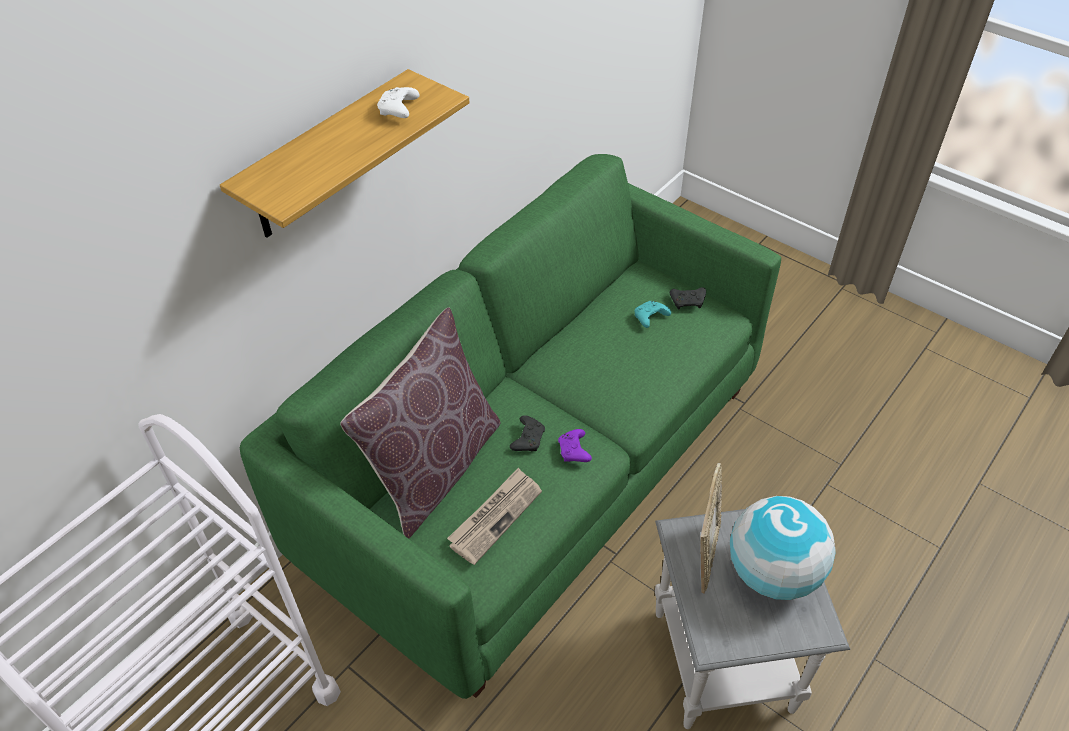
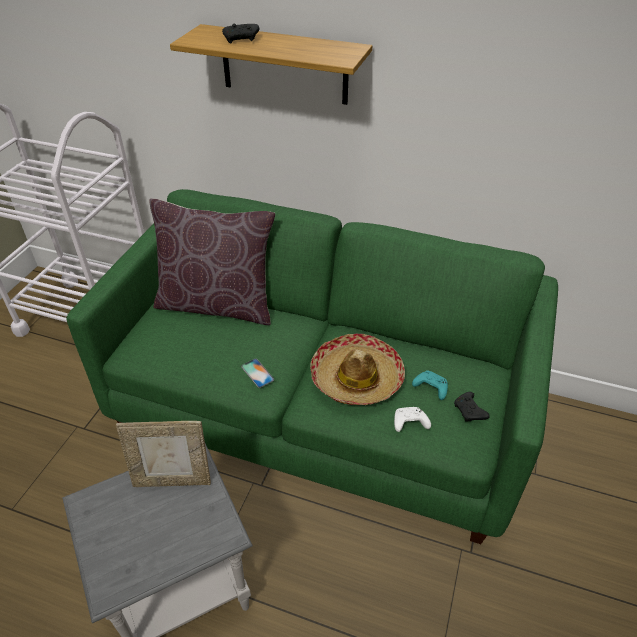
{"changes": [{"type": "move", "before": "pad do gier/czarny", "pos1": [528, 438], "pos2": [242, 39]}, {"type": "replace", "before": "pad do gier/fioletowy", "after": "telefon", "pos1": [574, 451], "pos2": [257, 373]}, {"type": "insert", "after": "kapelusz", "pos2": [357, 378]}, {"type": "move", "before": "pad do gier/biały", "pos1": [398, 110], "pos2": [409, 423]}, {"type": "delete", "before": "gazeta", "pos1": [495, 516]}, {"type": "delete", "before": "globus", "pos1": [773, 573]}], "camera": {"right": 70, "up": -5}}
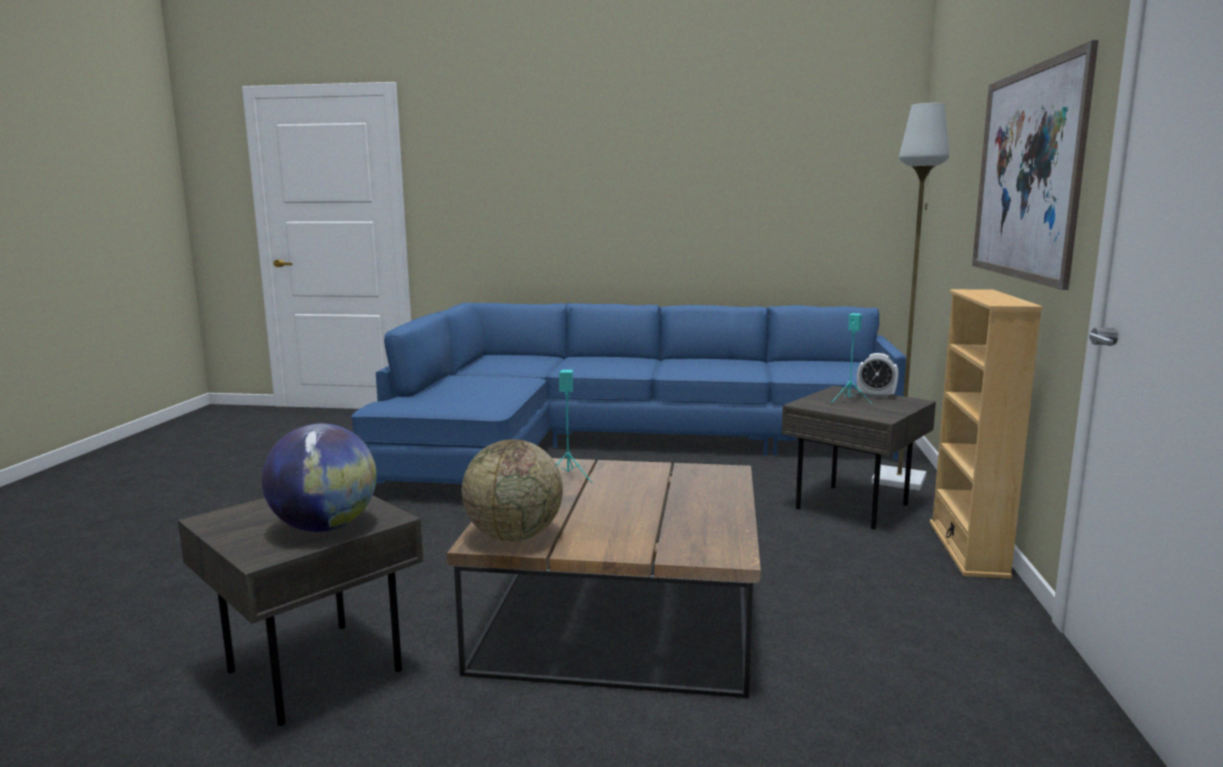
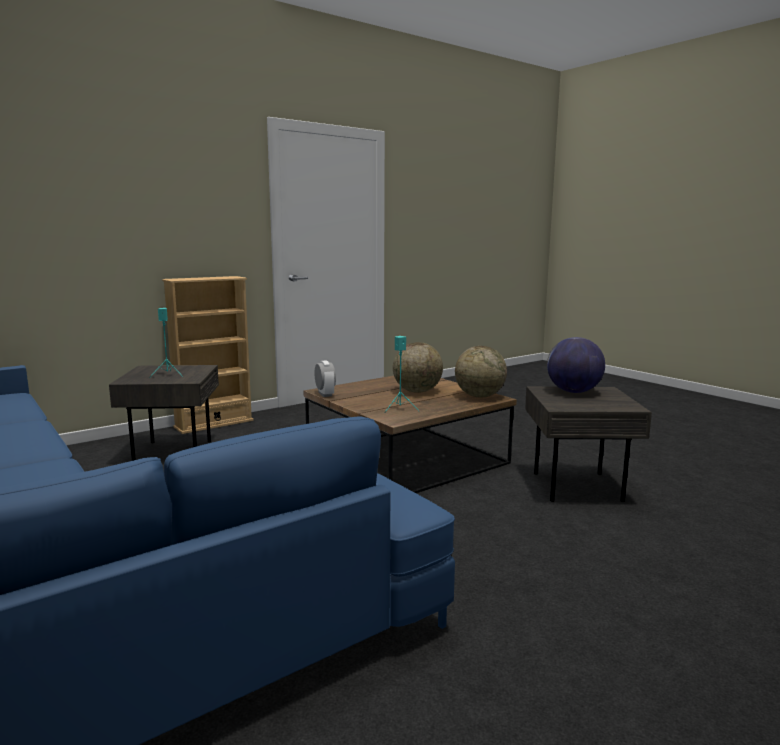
{"changes": [{"type": "move", "before": "budzik", "pos1": [876, 396], "pos2": [325, 394]}, {"type": "insert", "after": "globus", "pos2": [417, 391]}, {"type": "delete", "before": "lampa stojąca/szary", "pos1": [900, 480]}, {"type": "delete", "before": "obraz", "pos1": [1026, 174]}], "camera": {"right": -135, "up": 0}}
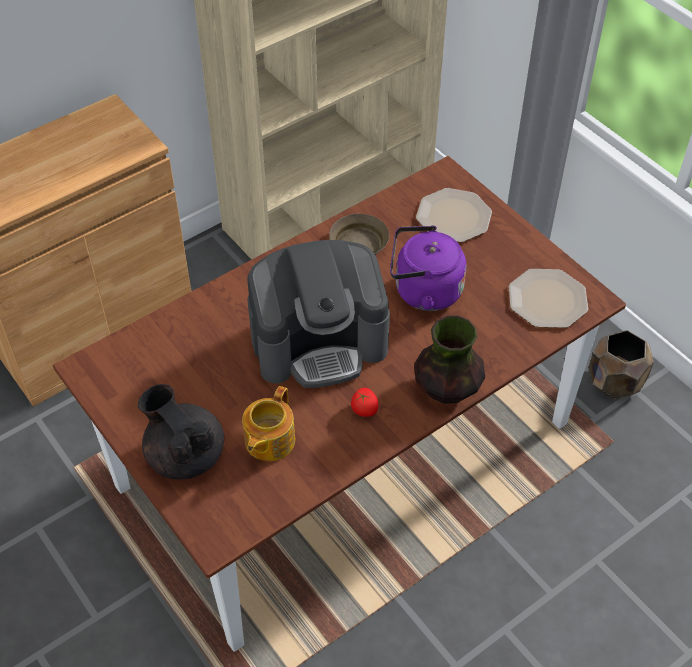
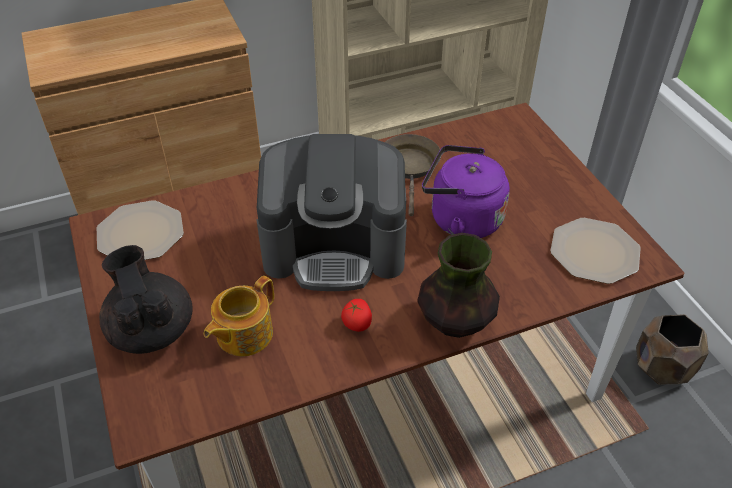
{"changes": [{"type": "move", "before": "talerz", "pos1": [453, 217], "pos2": [139, 233]}], "camera": {"right": 15, "up": -5}}
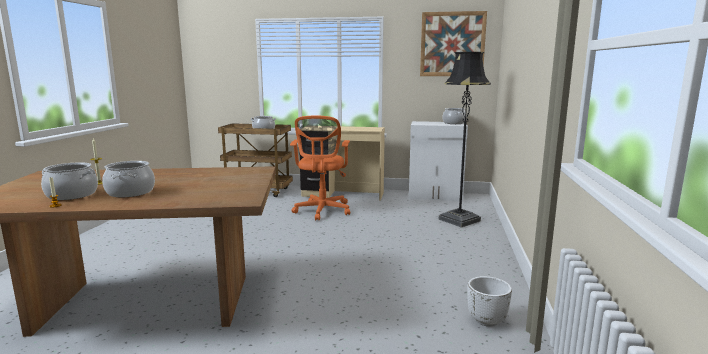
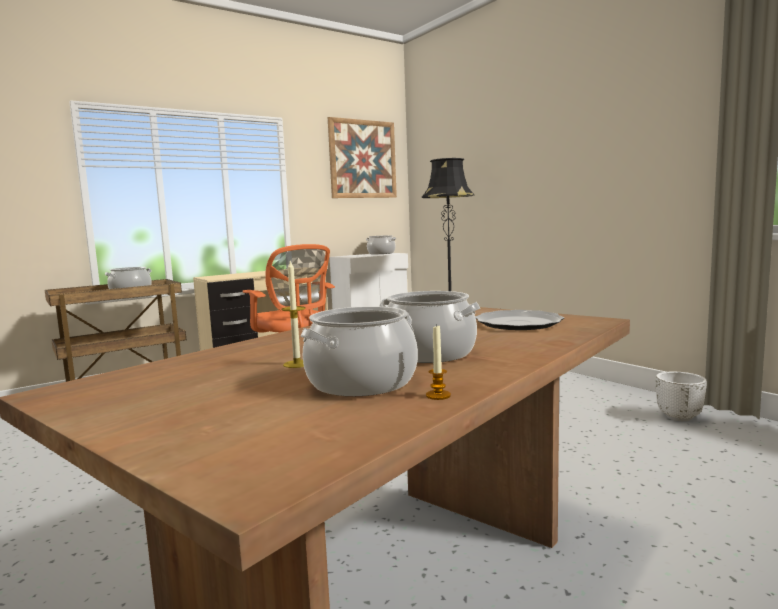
{"changes": [{"type": "insert", "after": "talerz", "pos2": [519, 323]}], "camera": {"right": -45, "up": -5}}
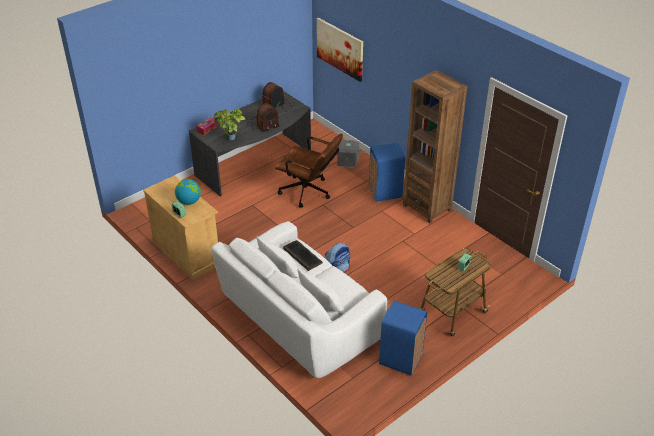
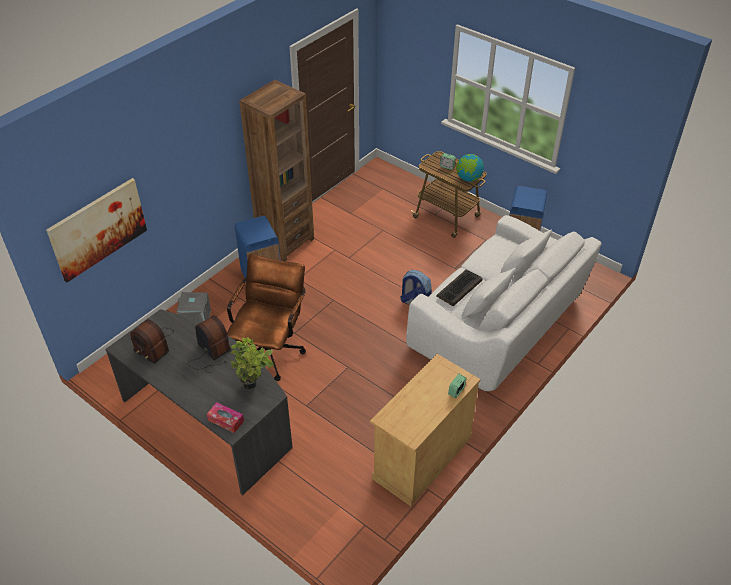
{"changes": [{"type": "move", "before": "globus", "pos1": [189, 201], "pos2": [468, 178]}], "camera": {"right": -100, "up": 5}}
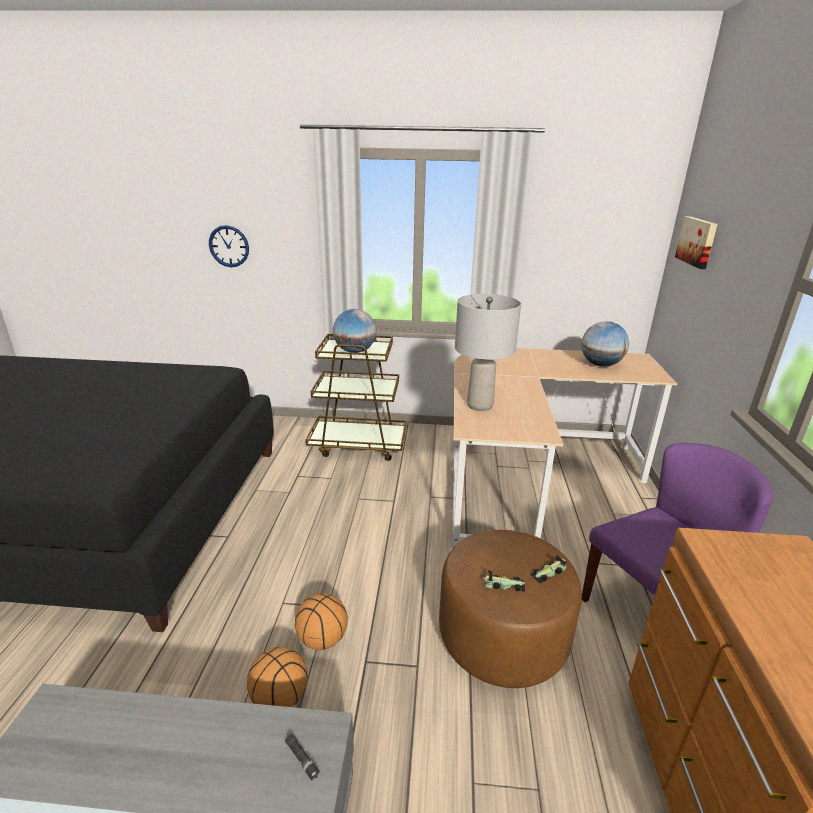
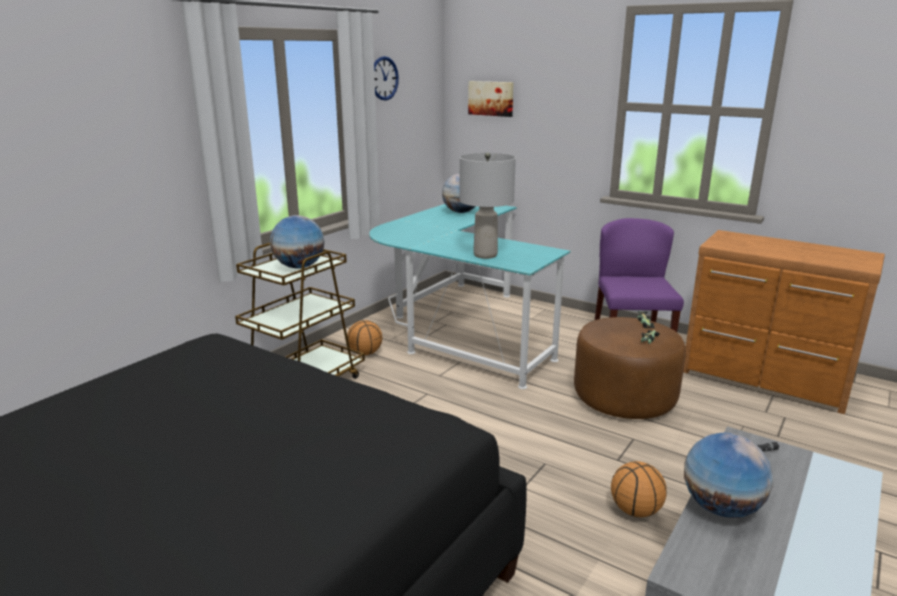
{"changes": [{"type": "move", "before": "piłka do koszykówki", "pos1": [323, 639], "pos2": [365, 353]}, {"type": "recolor", "before": "biurko/beżowy", "after": "biurko/turkusowy", "pos1": [526, 477], "pos2": [458, 329]}, {"type": "move", "before": "zegar ścienny", "pos1": [229, 246], "pos2": [384, 78]}, {"type": "insert", "after": "globus", "pos2": [720, 507]}], "camera": {"right": -60, "up": -5}}
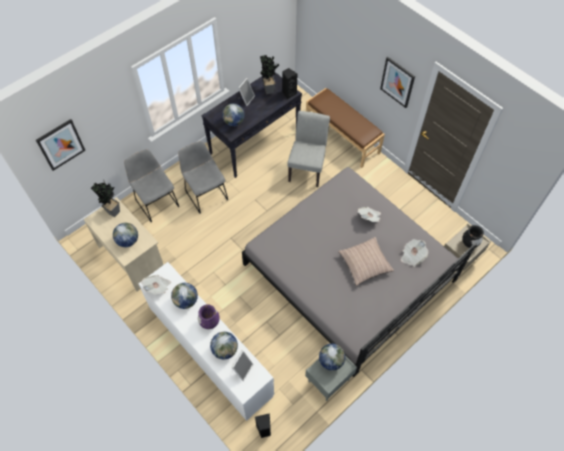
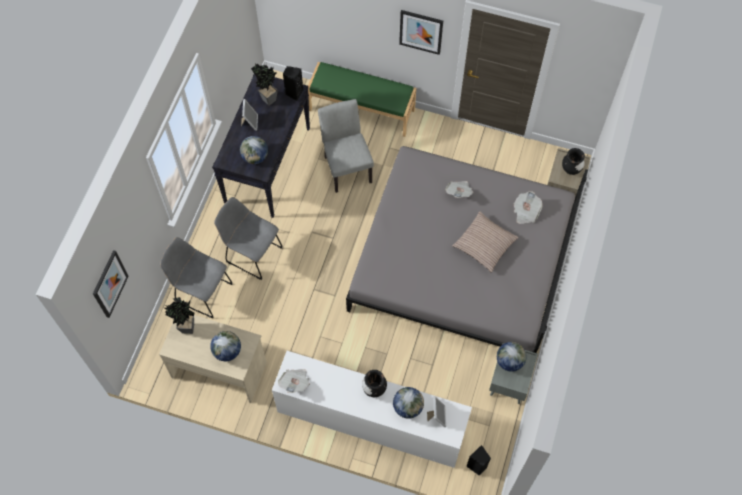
{"changes": [{"type": "recolor", "before": "ławka/brązowy", "after": "ławka/zielony", "pos1": [342, 136], "pos2": [361, 109]}, {"type": "recolor", "before": "wazon/fioletowy", "after": "wazon/czarny", "pos1": [209, 322], "pos2": [374, 388]}, {"type": "delete", "before": "globus", "pos1": [186, 301]}], "camera": {"right": -30, "up": 5}}
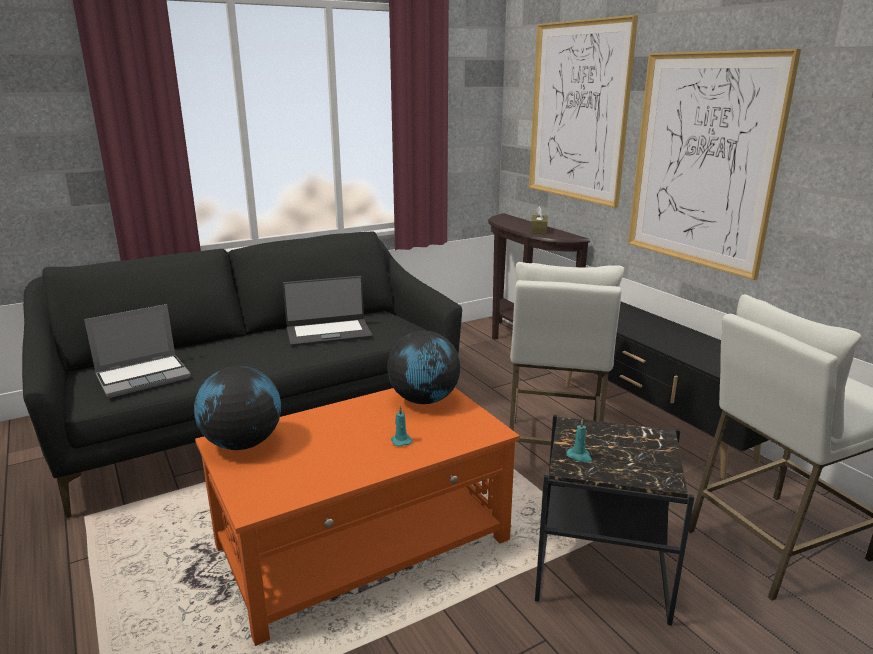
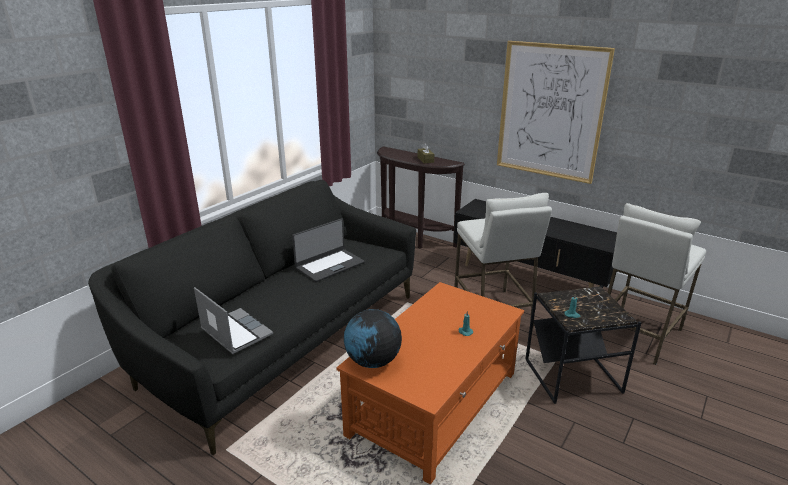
{"changes": [{"type": "rotate", "before": "laptop", "pos1": [144, 376], "pos2": [235, 332], "turn": -75}, {"type": "delete", "before": "globus", "pos1": [424, 400]}, {"type": "delete", "before": "obraz", "pos1": [578, 112]}], "camera": {"right": -25, "up": 5}}
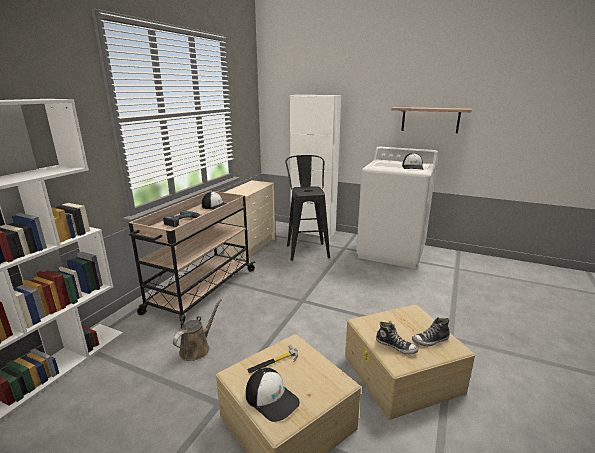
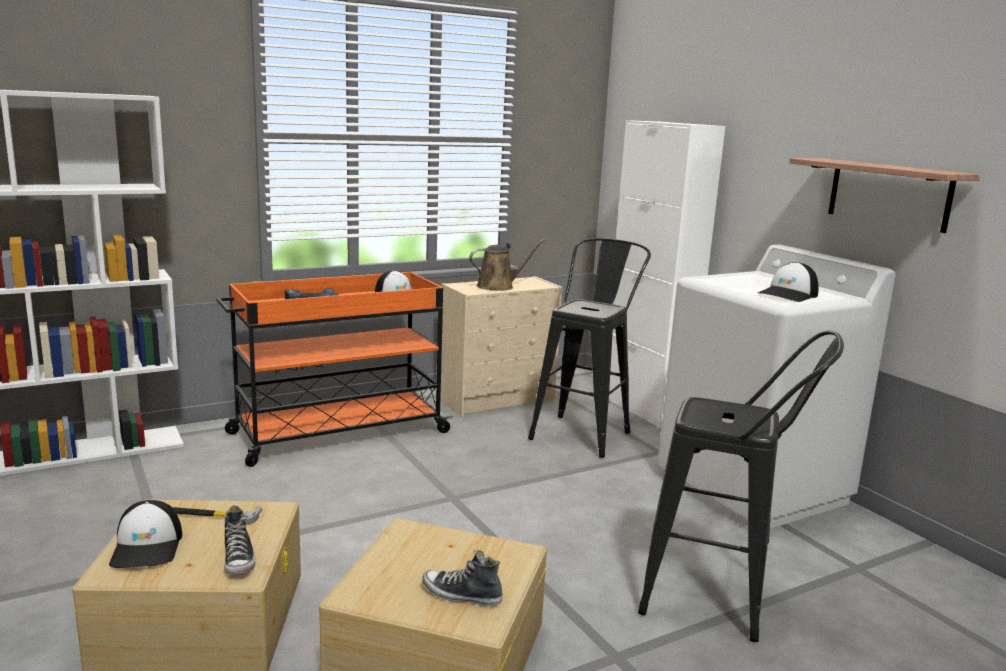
{"changes": [{"type": "recolor", "before": "wózek/beżowy", "after": "wózek/pomarańczowy", "pos1": [201, 291], "pos2": [336, 433]}, {"type": "move", "before": "but", "pos1": [396, 346], "pos2": [239, 559]}, {"type": "move", "before": "konewka/brązowy", "pos1": [197, 348], "pos2": [499, 286]}, {"type": "insert", "after": "stołek/czarny", "pos2": [720, 600]}], "camera": {"right": 35, "up": -5}}
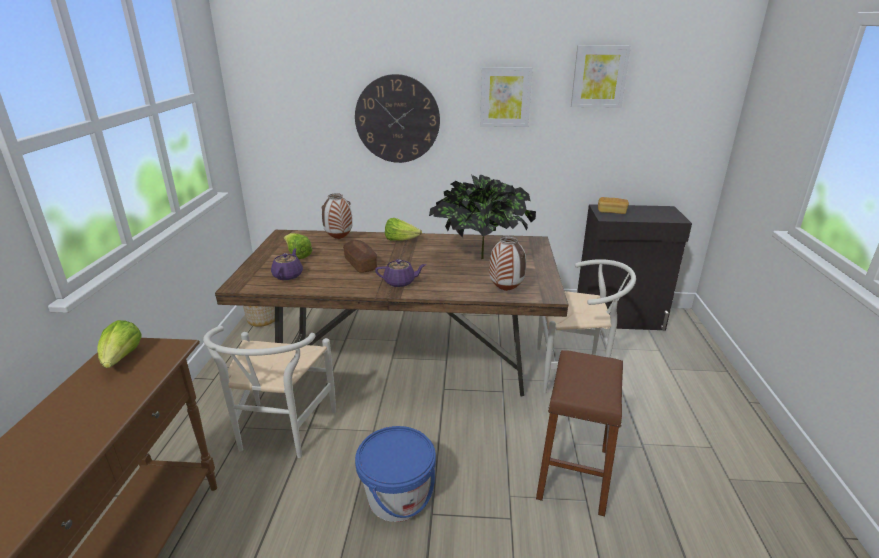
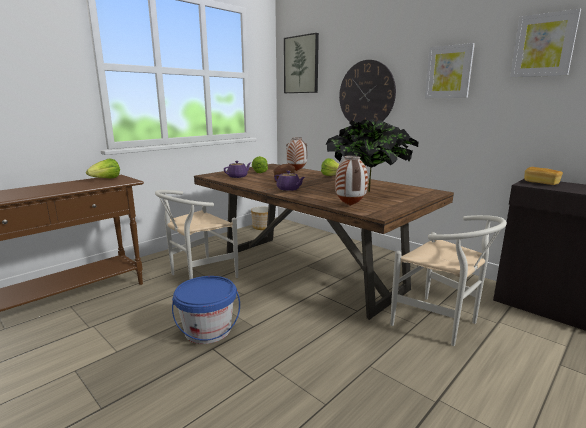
{"changes": [{"type": "insert", "after": "obraz", "pos2": [301, 65]}, {"type": "delete", "before": "stołek/brązowy", "pos1": [573, 473]}], "camera": {"right": 40, "up": -10}}
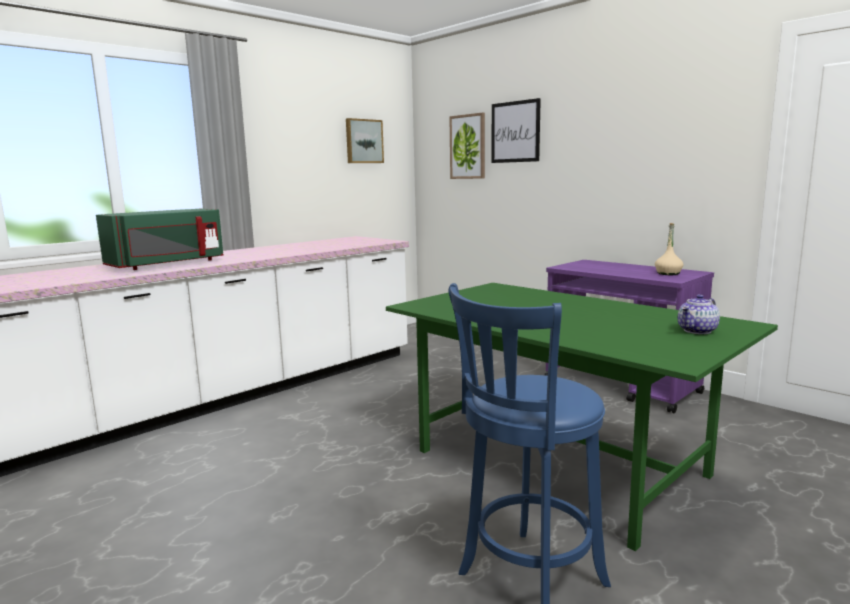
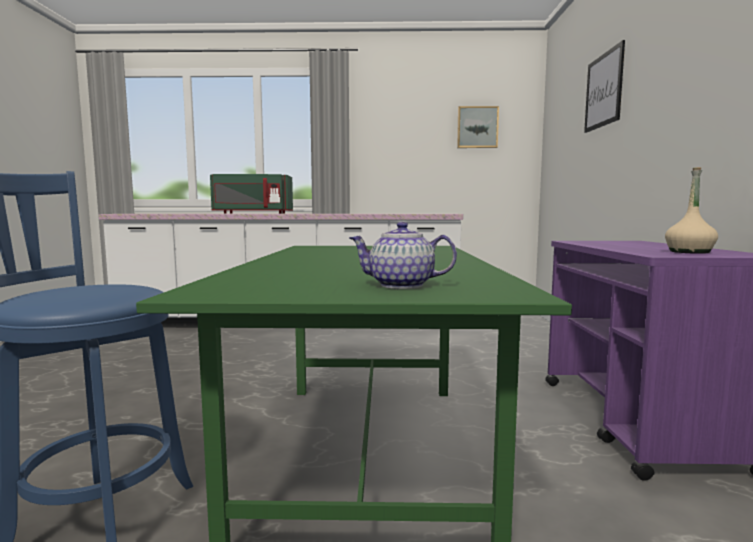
{"changes": [{"type": "delete", "before": "obraz", "pos1": [468, 147]}], "camera": {"right": 45, "up": -5}}
